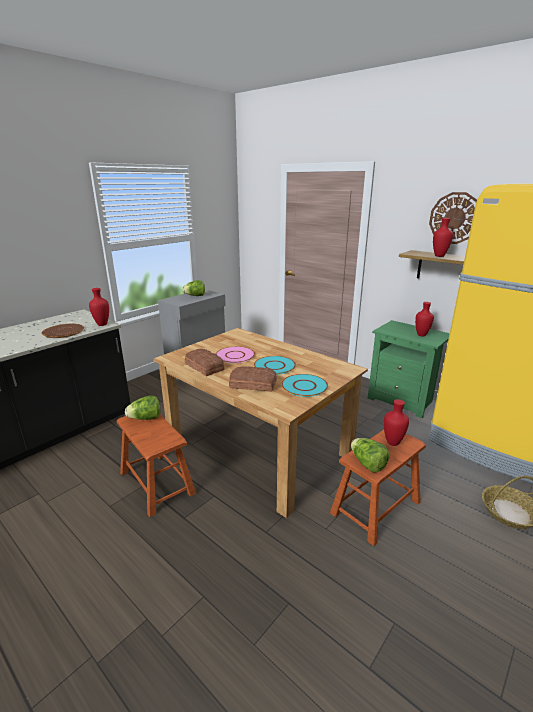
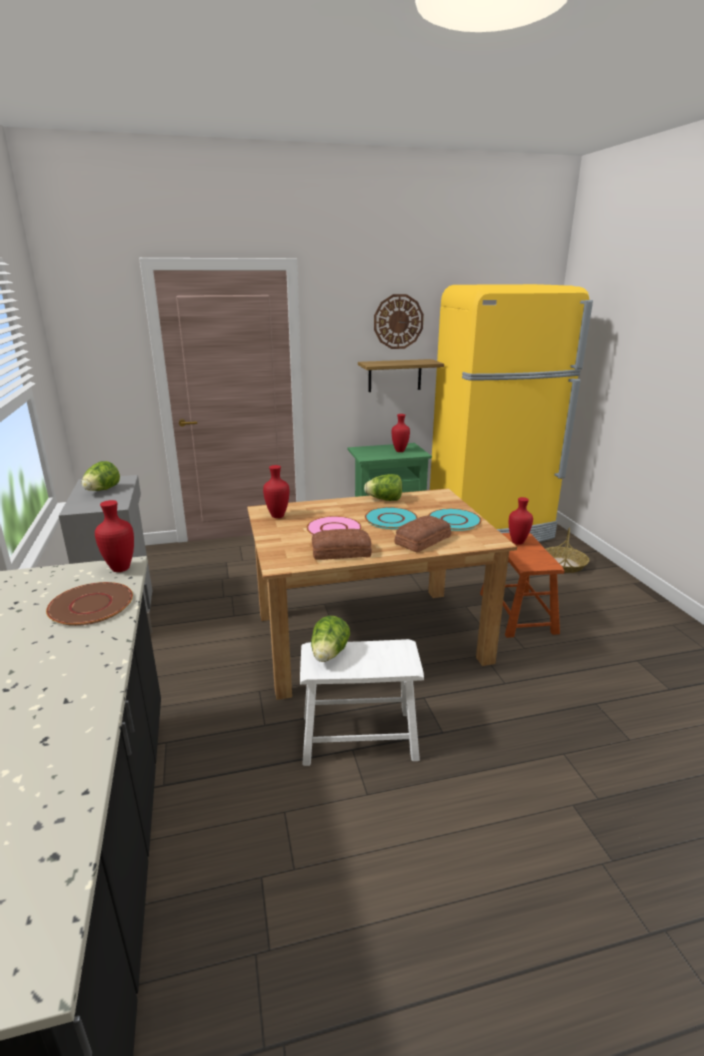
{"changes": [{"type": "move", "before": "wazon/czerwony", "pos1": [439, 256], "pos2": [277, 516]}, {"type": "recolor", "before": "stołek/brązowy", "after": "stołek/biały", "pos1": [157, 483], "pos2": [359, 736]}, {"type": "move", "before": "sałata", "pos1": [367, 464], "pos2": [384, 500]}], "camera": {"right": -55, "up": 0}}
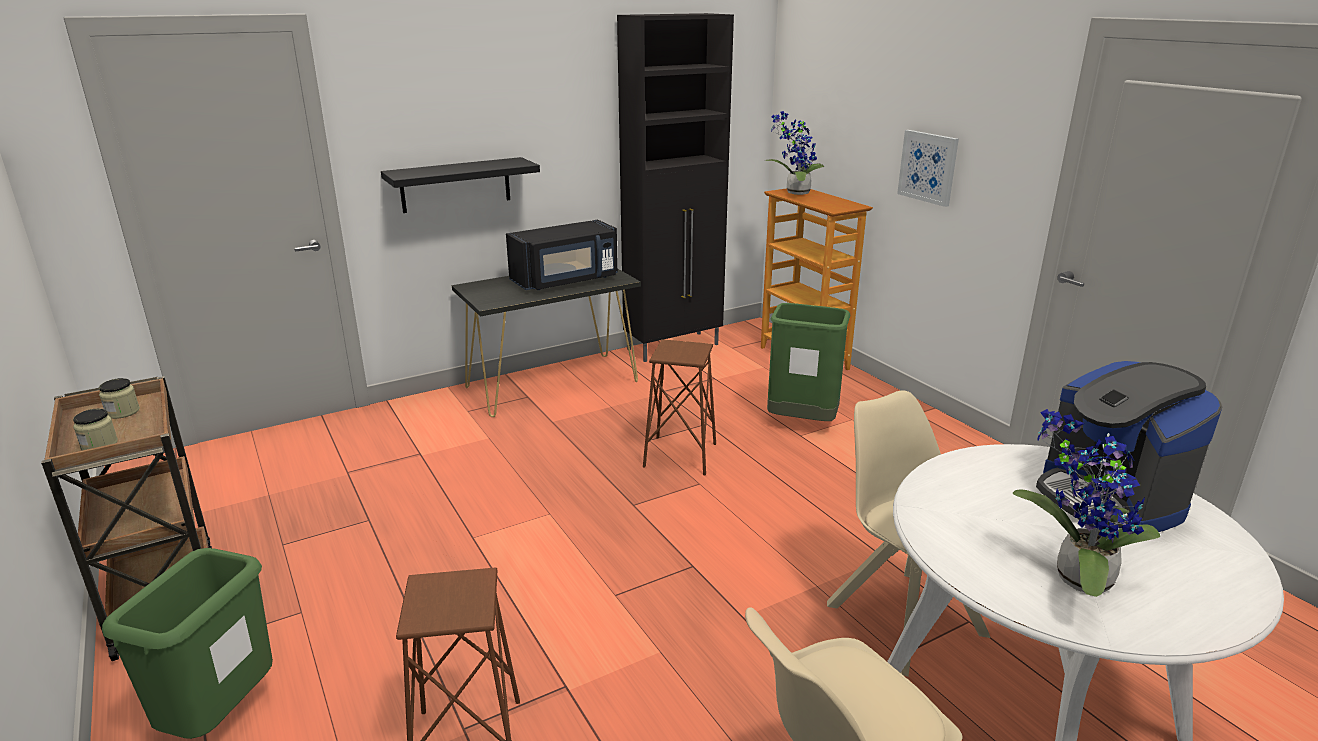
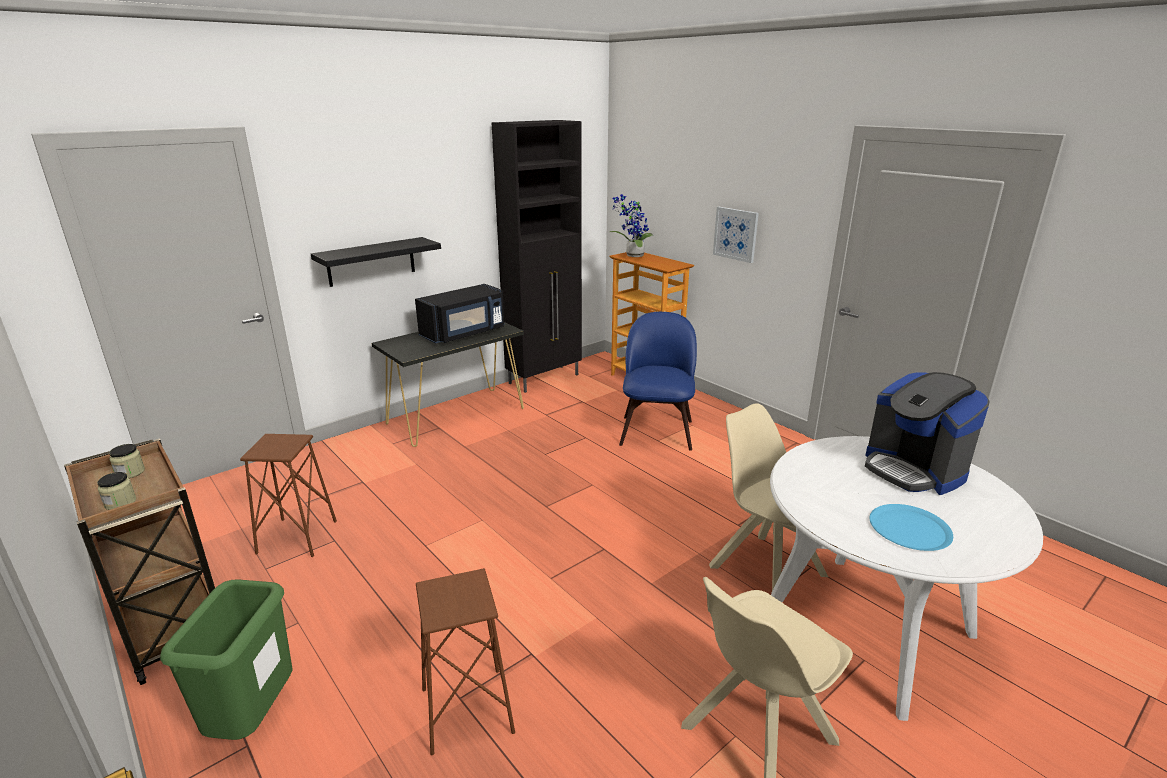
{"changes": [{"type": "move", "before": "stołek/brązowy", "pos1": [680, 455], "pos2": [297, 537]}, {"type": "replace", "before": "kosz na śmieci/zielony", "after": "krzesło/niebieski", "pos1": [802, 423], "pos2": [656, 431]}, {"type": "replace", "before": "roślina doniczkowa", "after": "talerz/niebieski", "pos1": [1075, 577], "pos2": [909, 528]}], "camera": {"right": -10, "up": 0}}
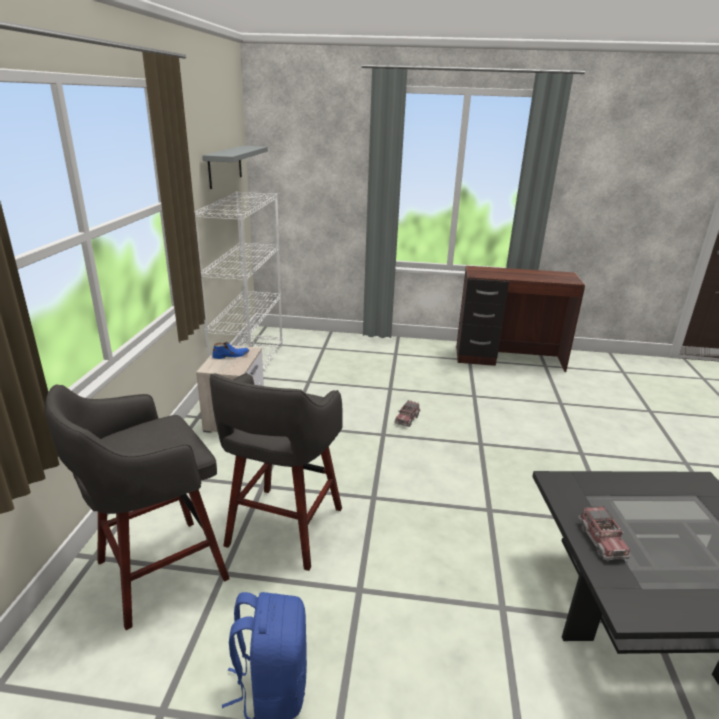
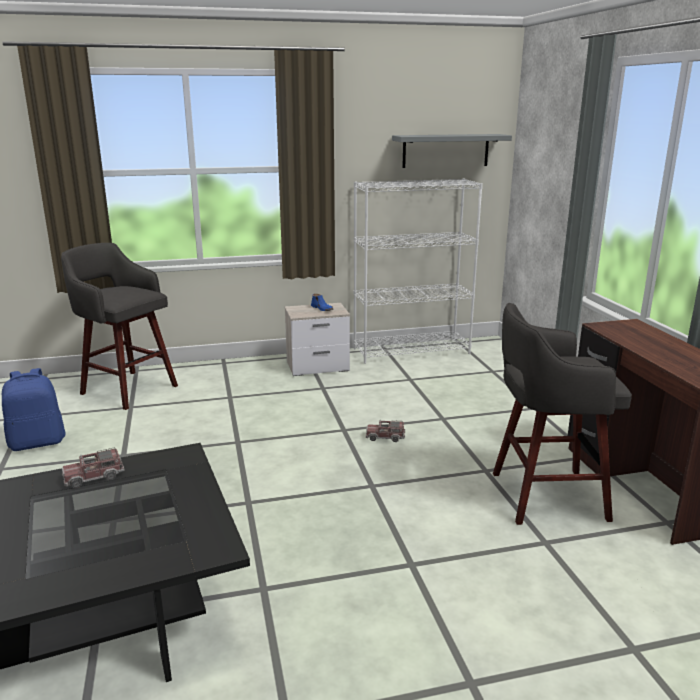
{"changes": [{"type": "move", "before": "stołek/szary", "pos1": [283, 529], "pos2": [544, 496]}], "camera": {"right": 70, "up": -5}}
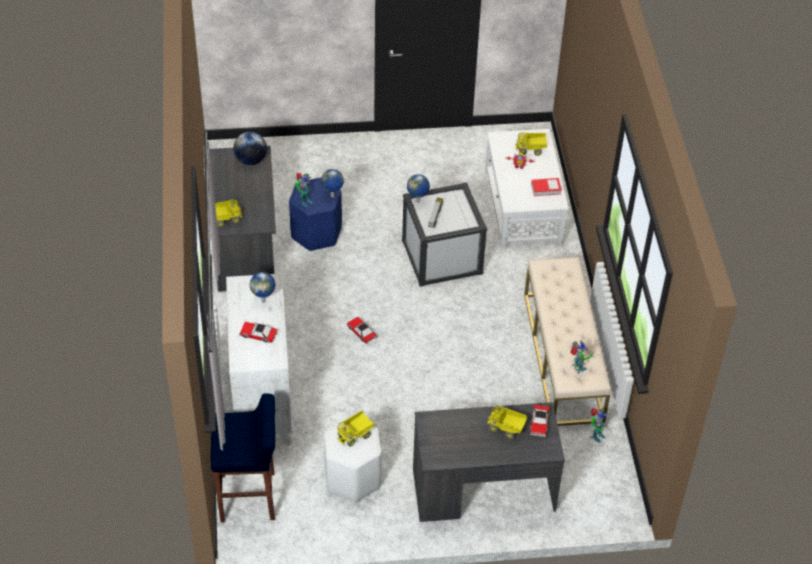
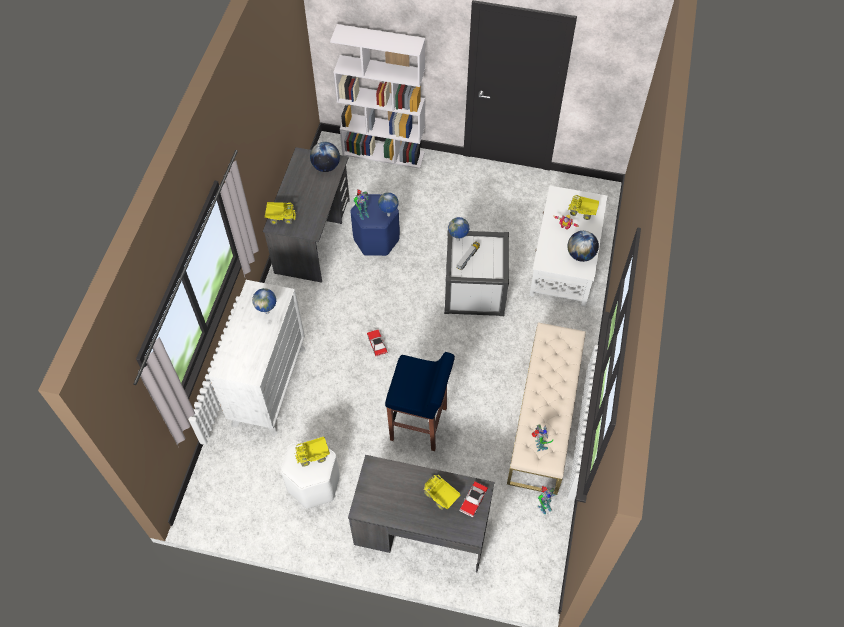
{"changes": [{"type": "insert", "after": "regał/biały", "pos2": [384, 153]}, {"type": "move", "before": "stołek/niebieski", "pos1": [249, 497], "pos2": [419, 424]}, {"type": "replace", "before": "książka", "after": "globus", "pos1": [546, 189], "pos2": [580, 255]}, {"type": "delete", "before": "samochodzik", "pos1": [258, 334]}], "camera": {"right": 20, "up": 10}}
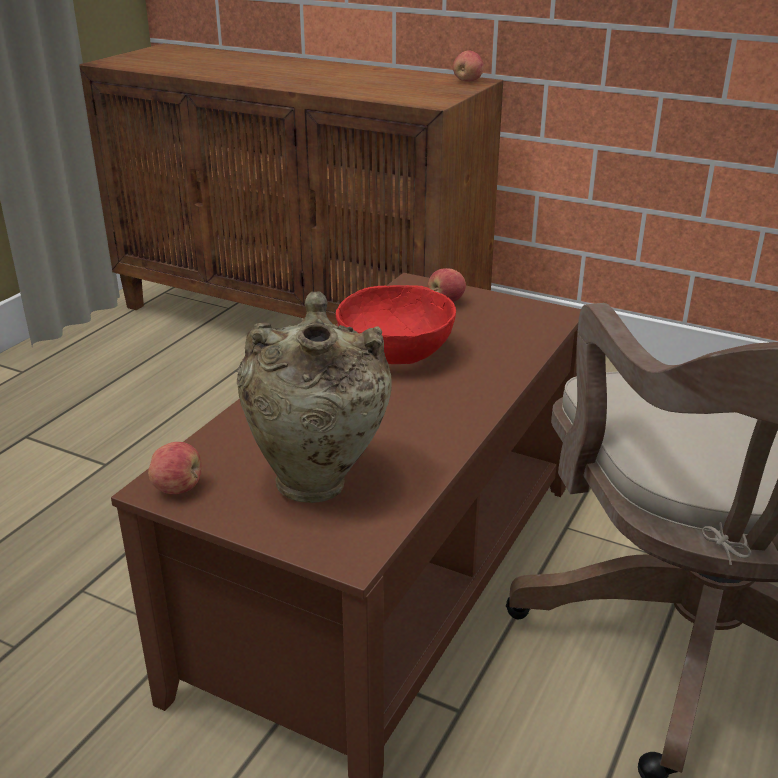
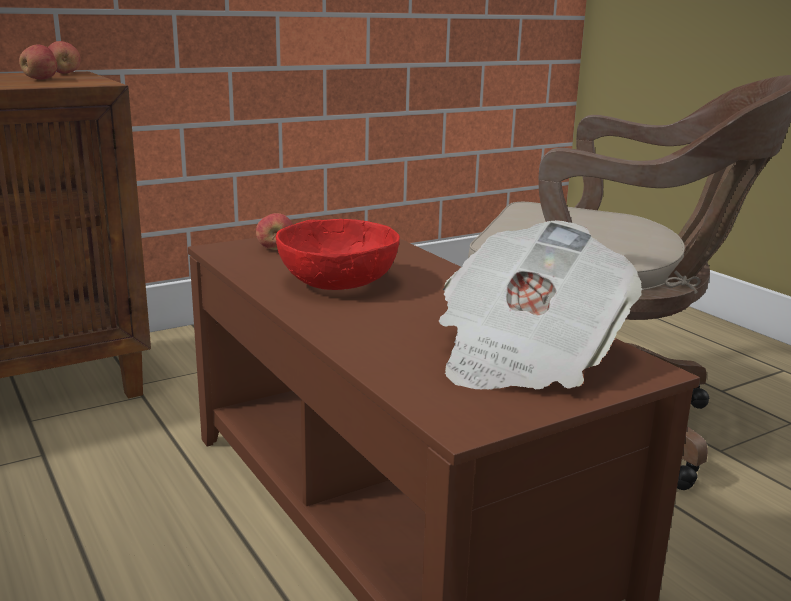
{"changes": [{"type": "move", "before": "jabłko", "pos1": [178, 488], "pos2": [41, 79]}, {"type": "replace", "before": "wazon/beżowy", "after": "gazeta", "pos1": [318, 481], "pos2": [525, 355]}], "camera": {"right": -60, "up": -10}}
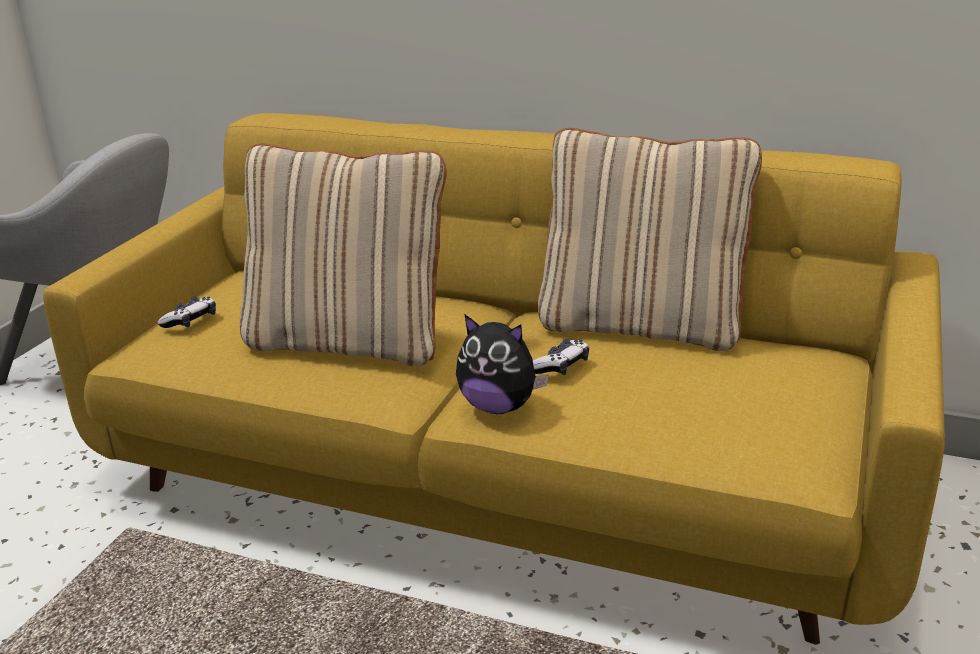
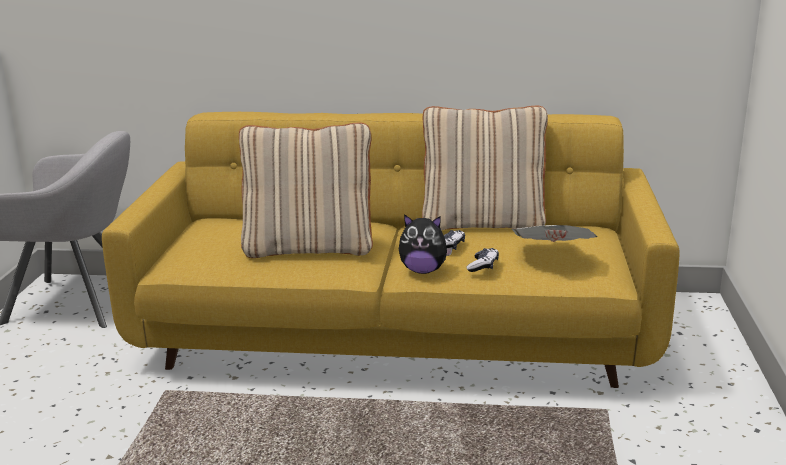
{"changes": [{"type": "move", "before": "pad do gier", "pos1": [190, 321], "pos2": [483, 266]}, {"type": "insert", "after": "gazeta", "pos2": [553, 255]}], "camera": {"right": -15, "up": -5}}
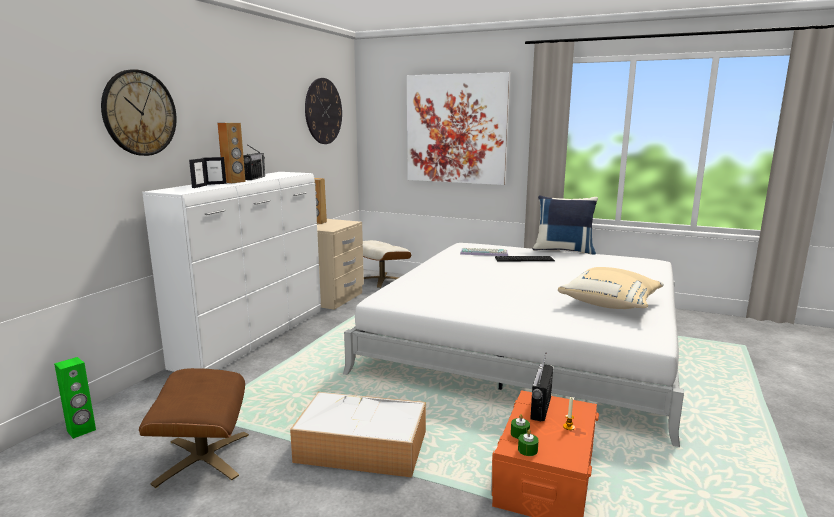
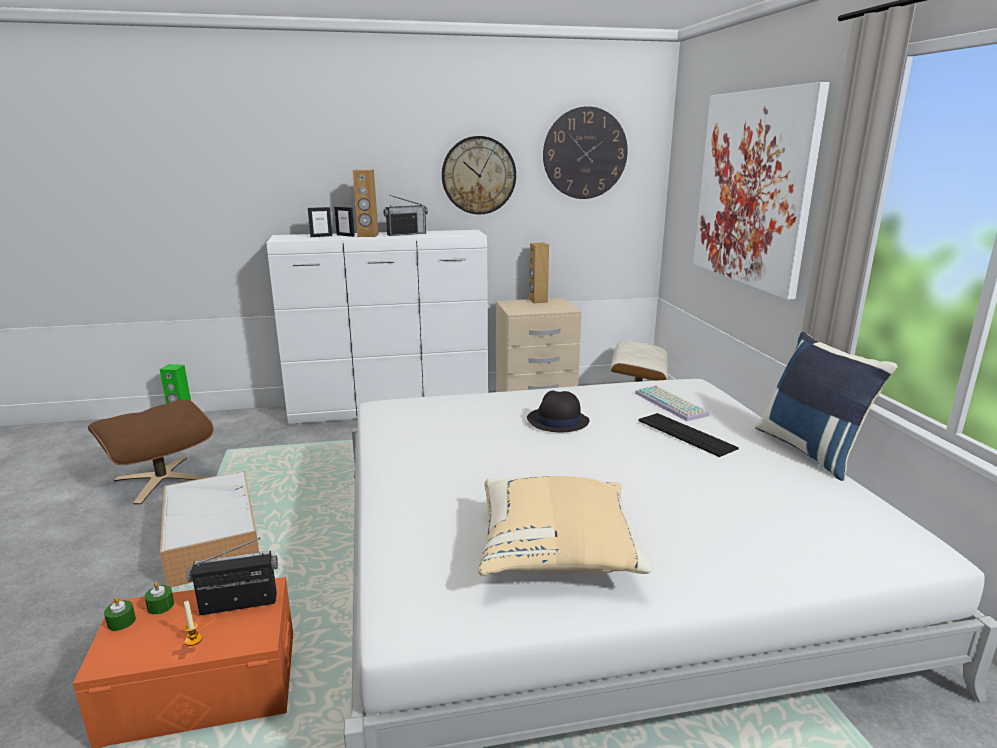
{"changes": [{"type": "move", "before": "zegar ścienny", "pos1": [139, 113], "pos2": [478, 175]}, {"type": "insert", "after": "kapelusz/czarny", "pos2": [557, 421]}], "camera": {"right": 55, "up": 5}}
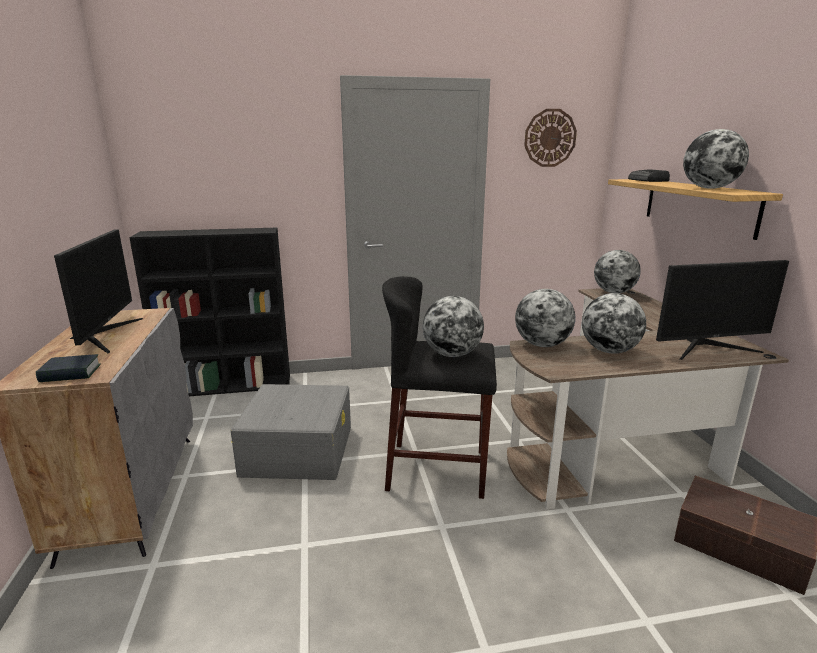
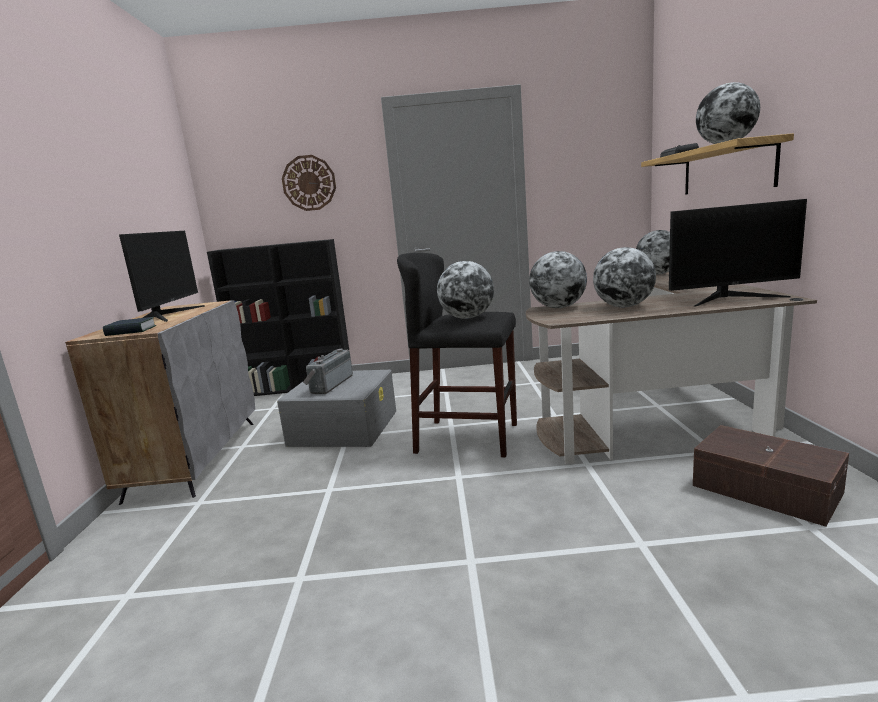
{"changes": [{"type": "move", "before": "zegar ścienny", "pos1": [550, 138], "pos2": [309, 183]}, {"type": "insert", "after": "radio", "pos2": [329, 384]}], "camera": {"right": 10, "up": -5}}
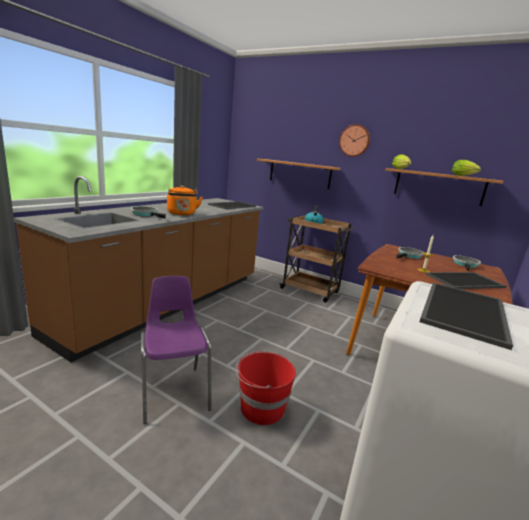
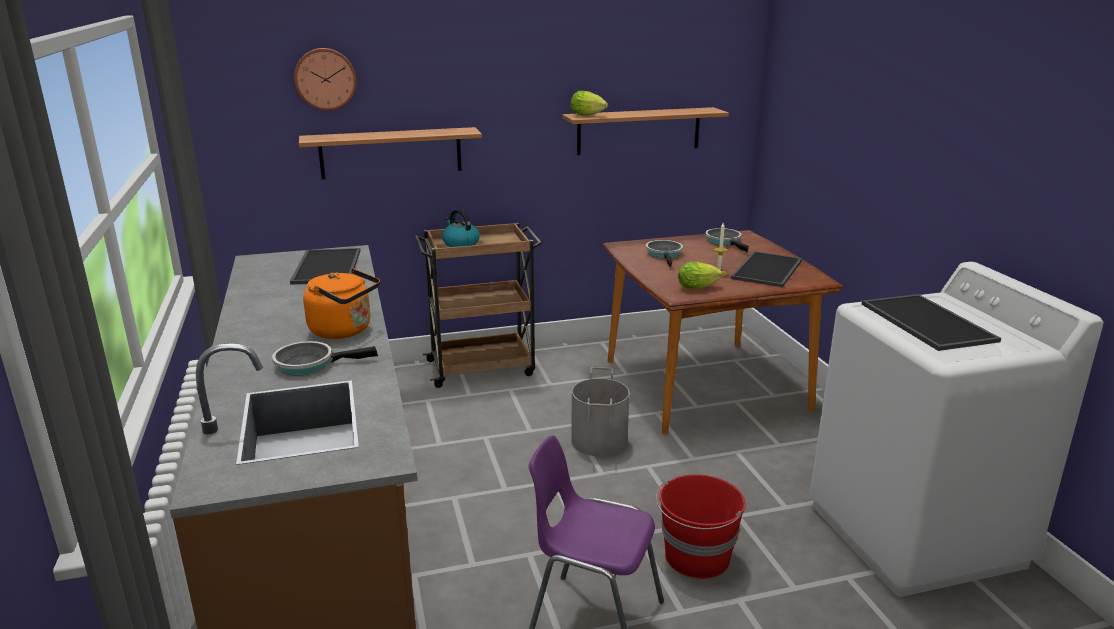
{"changes": [{"type": "move", "before": "zegar ścienny", "pos1": [355, 140], "pos2": [325, 79]}, {"type": "insert", "after": "wiadro/szary", "pos2": [600, 441]}, {"type": "move", "before": "sałata", "pos1": [464, 176], "pos2": [699, 287]}], "camera": {"right": -45, "up": 5}}
